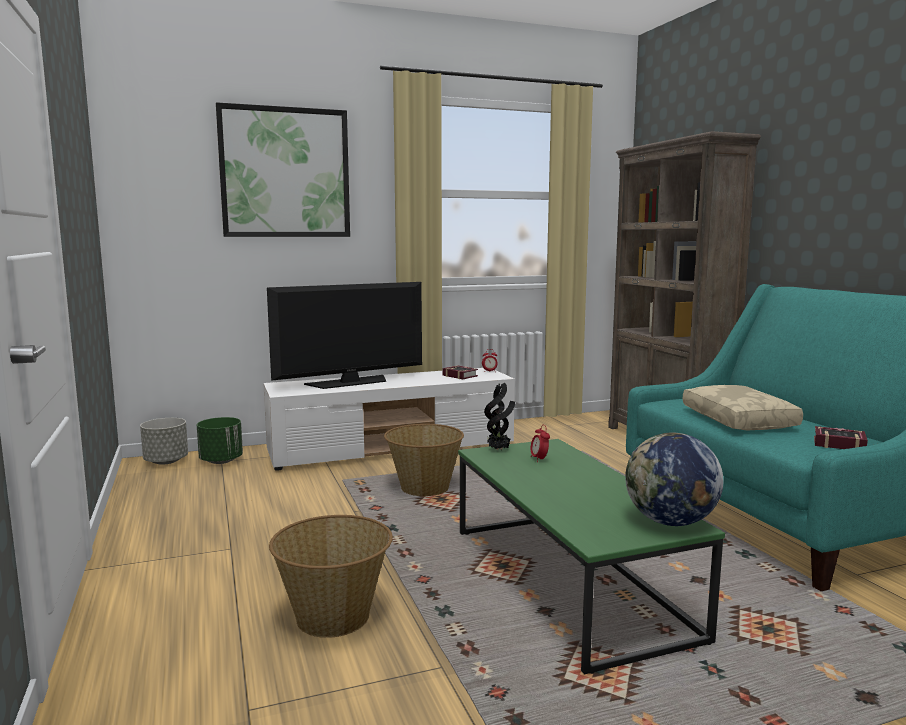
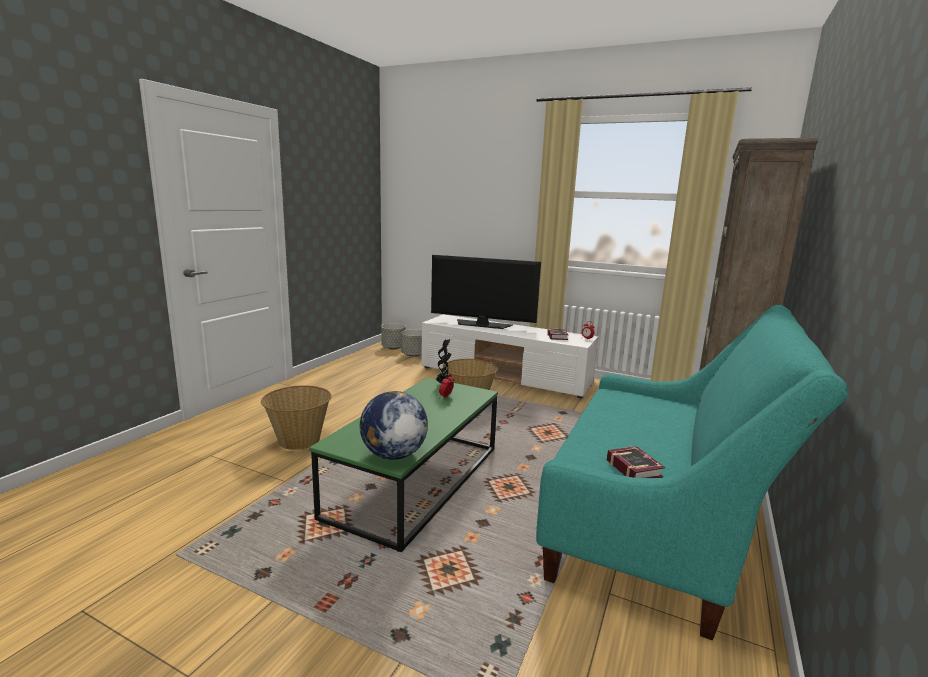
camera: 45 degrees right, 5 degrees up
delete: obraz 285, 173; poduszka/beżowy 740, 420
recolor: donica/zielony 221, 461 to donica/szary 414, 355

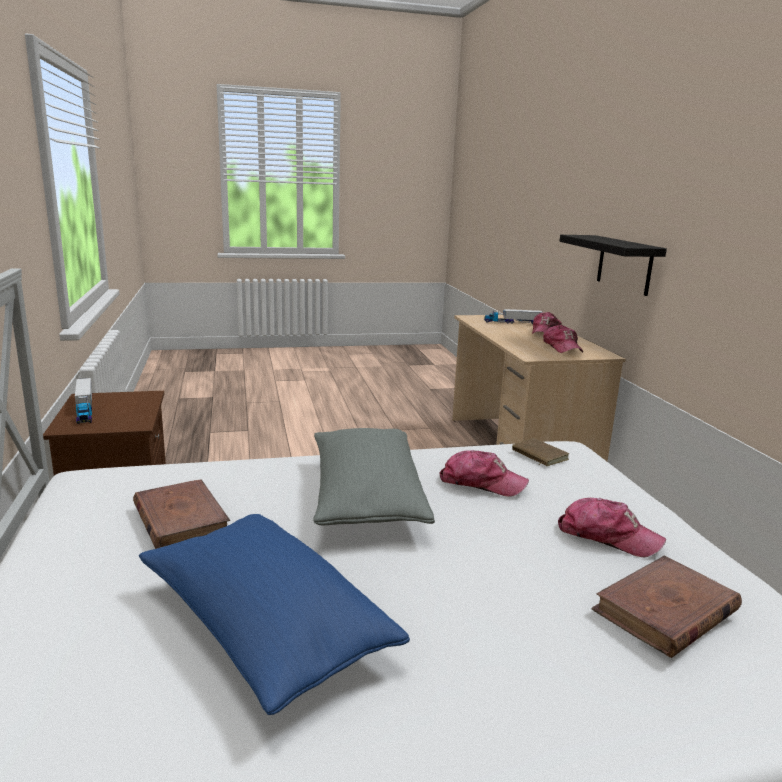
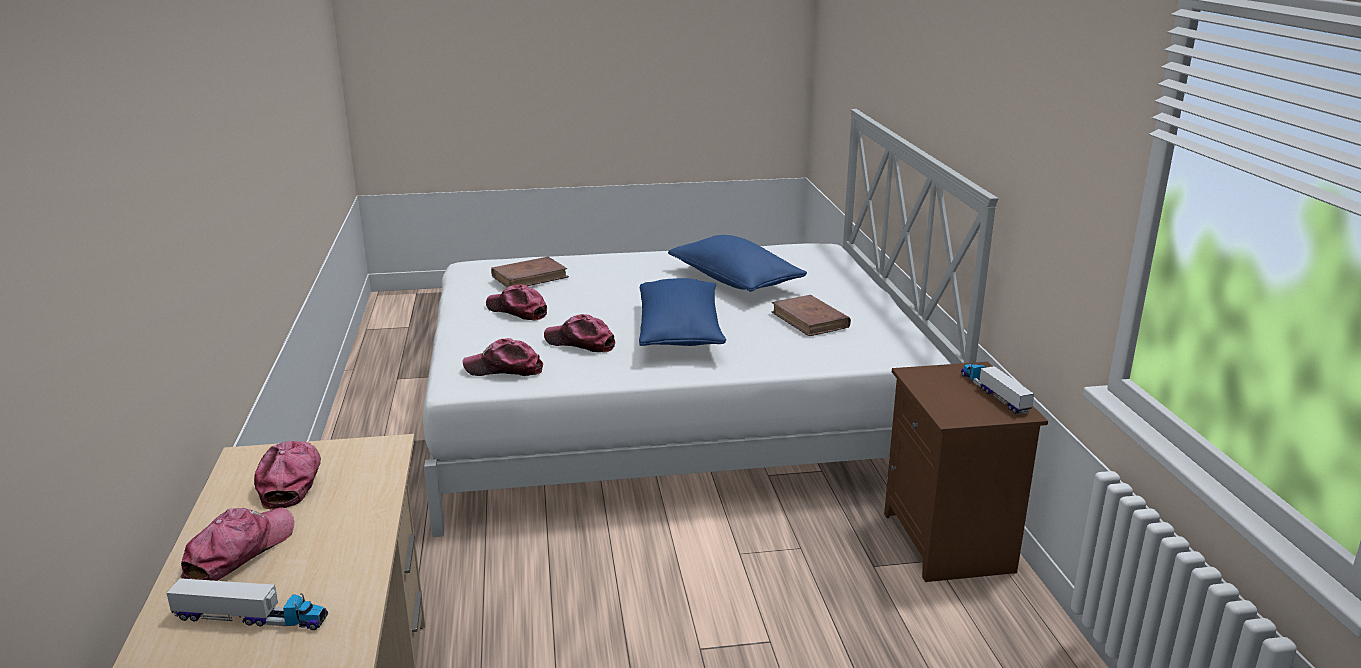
camera: 175 degrees left, 5 degrees up
delete: półka/czarny 624, 264
replace: książka/brązowy 538, 455 to czapka z daszkiem 504, 369
recolor: poduszka/szary 366, 498 to poduszka/niebieski 680, 333

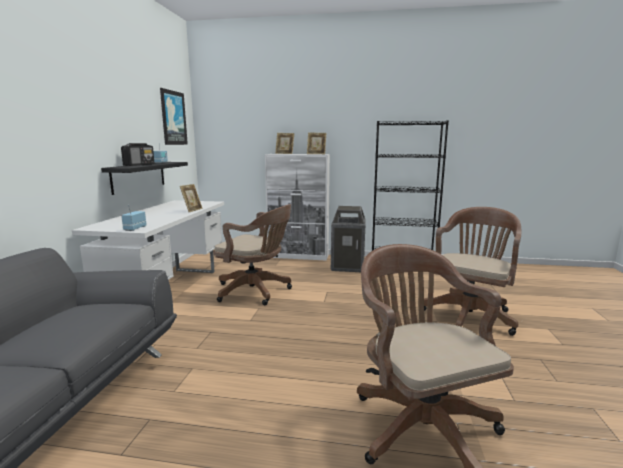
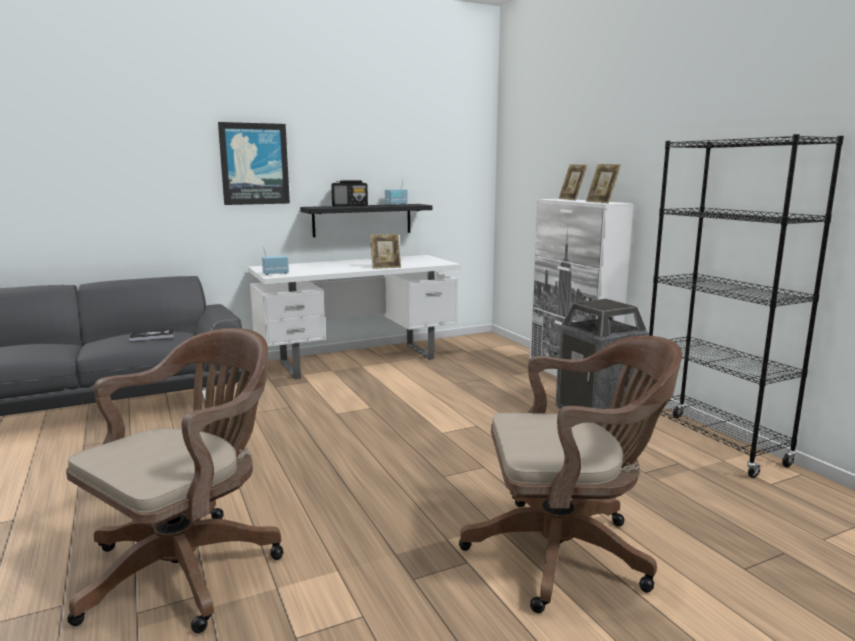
camera: 55 degrees right, 0 degrees up
delete: krzesło biurowe/brązowy 256, 291
insert: książka 152, 336
move: obraz 173, 118 to 254, 164

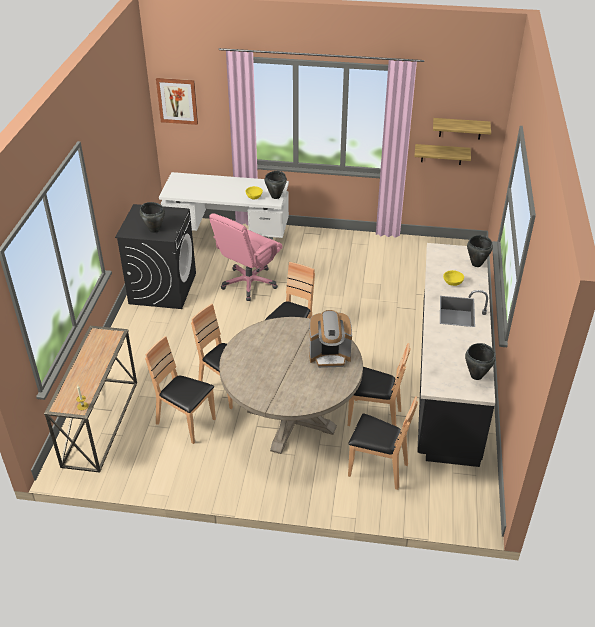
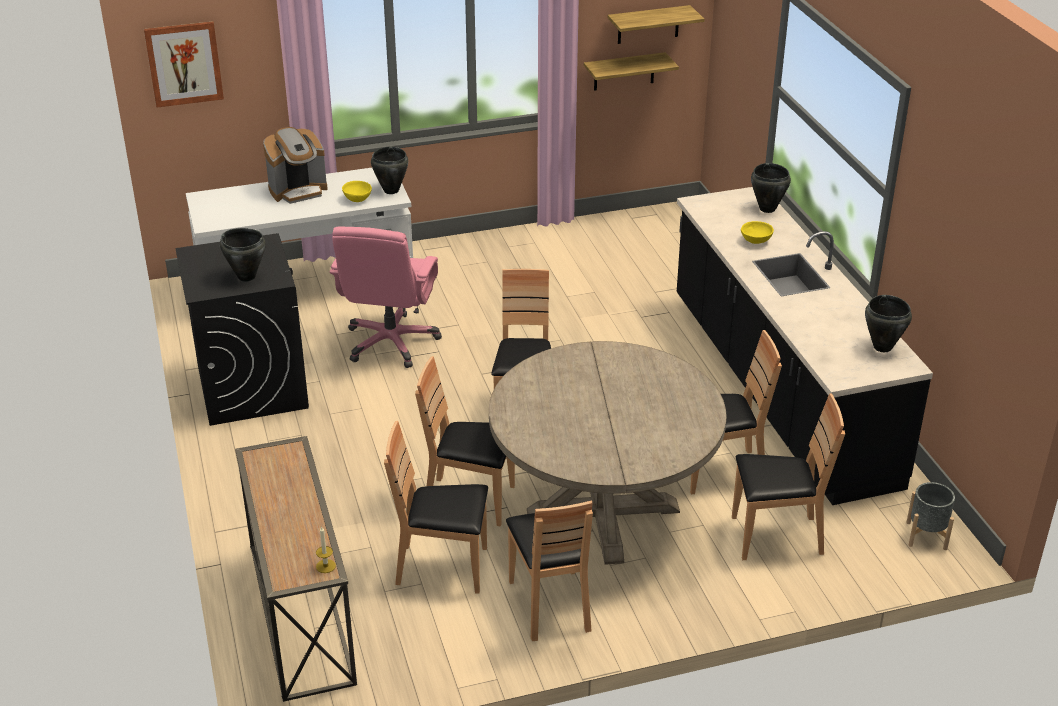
camera: 25 degrees left, 5 degrees down
insert: donica/szary 926, 535; krzesło/brązowy 551, 604
move: ekspres do kawy 329, 355 to 298, 190

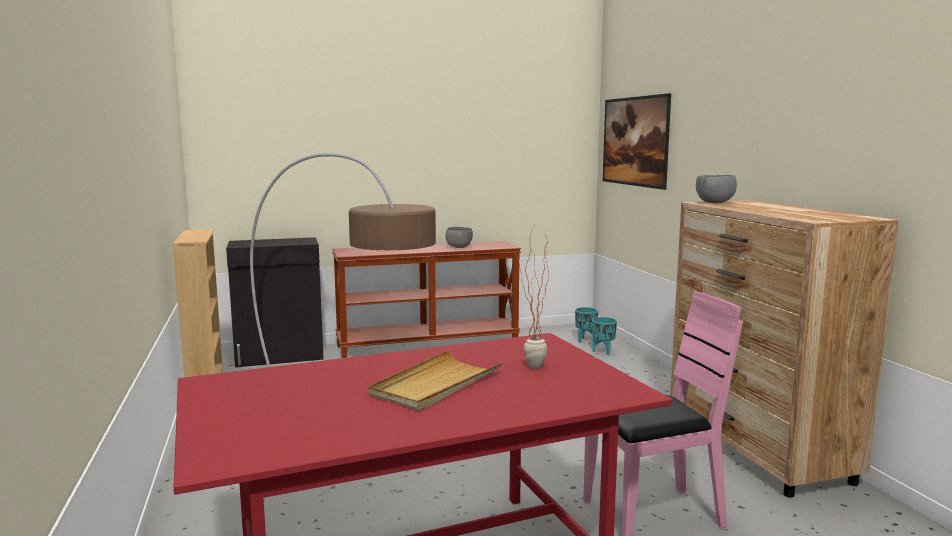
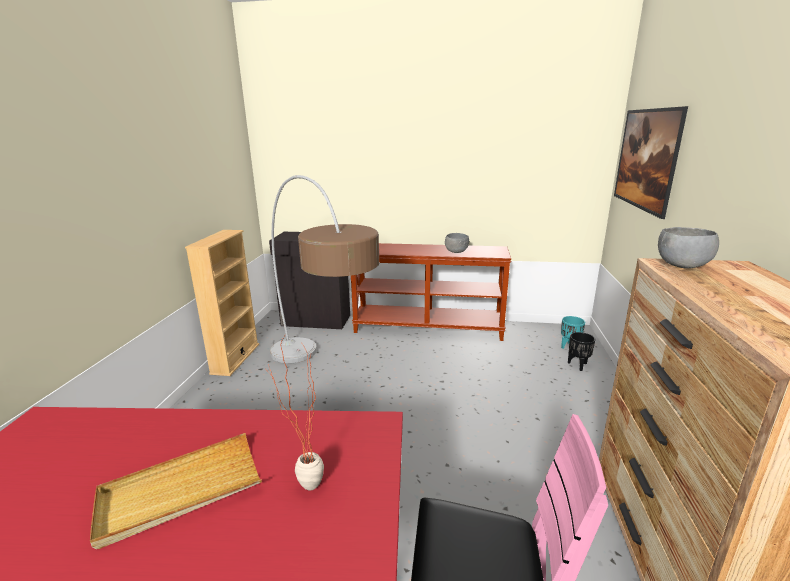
camera: 25 degrees right, 10 degrees up
recolor: donica/turkusowy 603, 352 to donica/czarny 578, 365

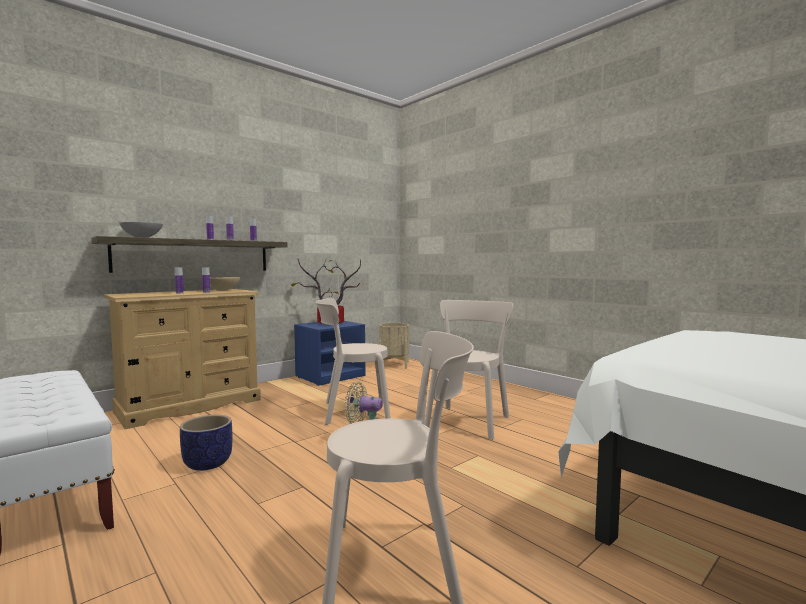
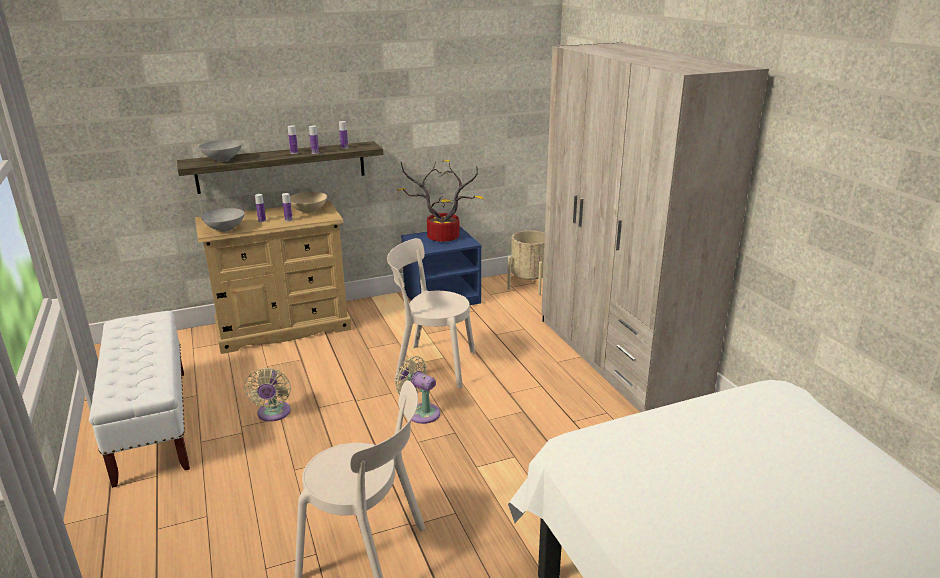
camera: 20 degrees right, 20 degrees up
delete: krzesło/beżowy 469, 420
insert: szafa/beżowy 618, 357; miska/szary 225, 229
replace: donica 208, 463 to wentylator/beżowy 273, 414

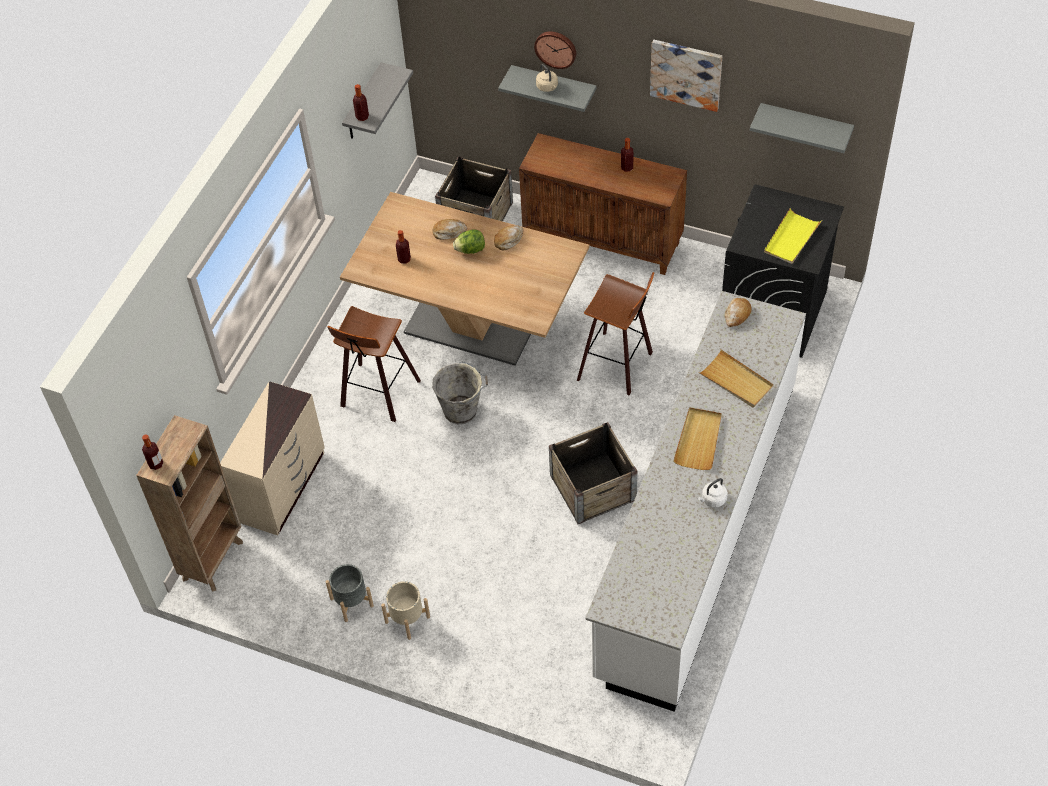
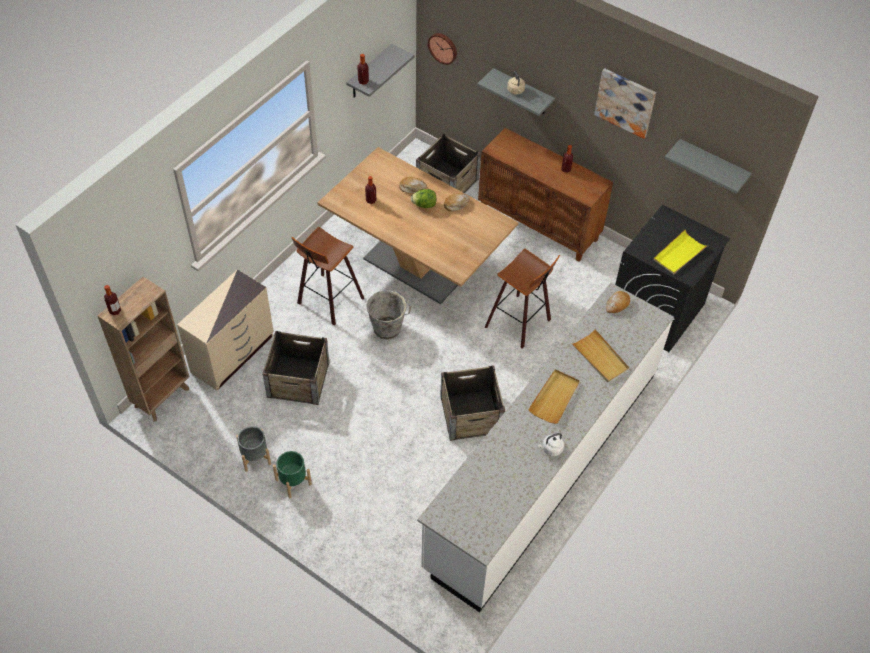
camera: 10 degrees right, 0 degrees up
insert: skrzynka 298, 379
move: zegar ścienny 556, 48 to 443, 47
recolor: donica/beżowy 407, 619 to donica/zielony 293, 482

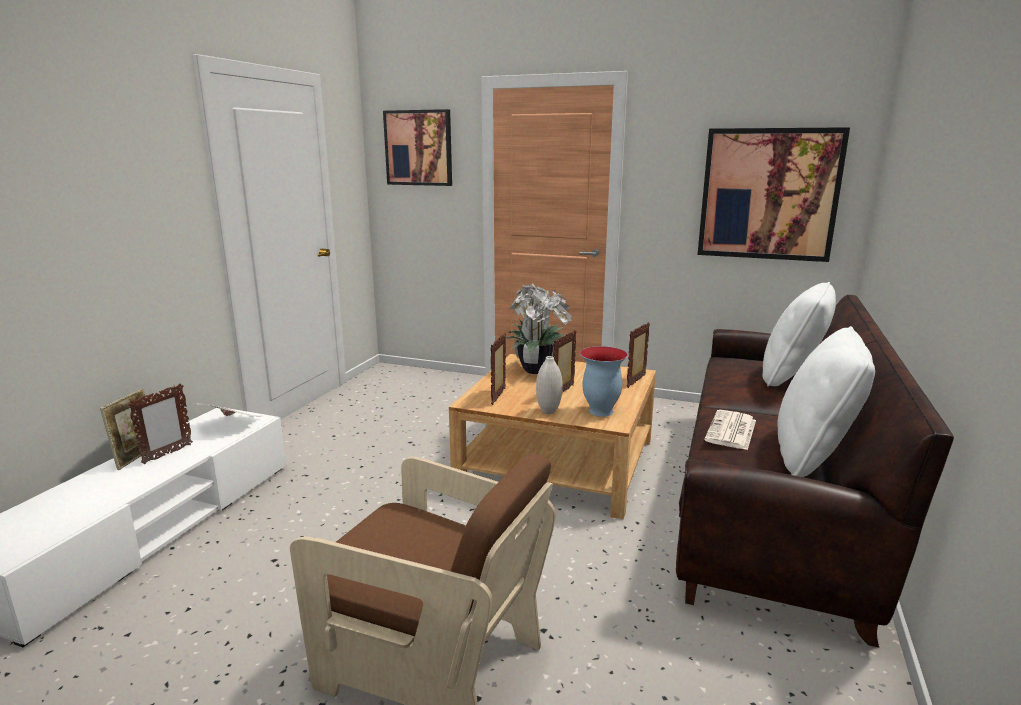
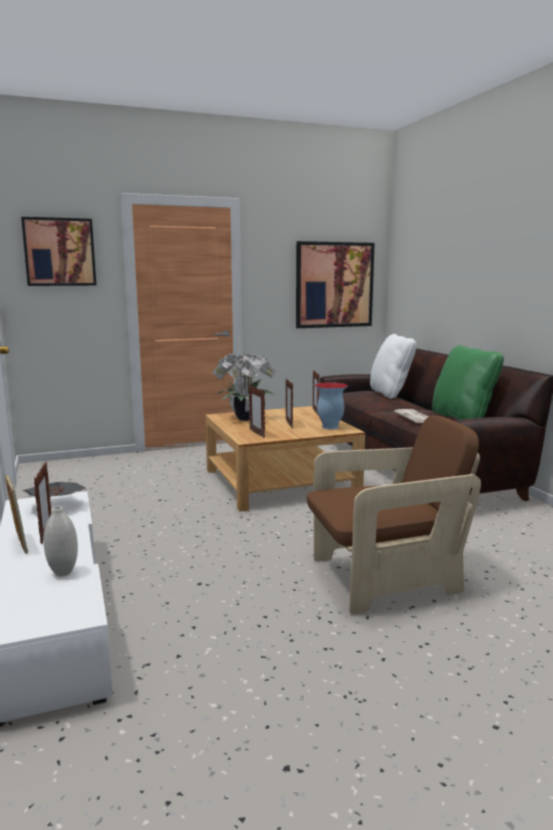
camera: 40 degrees left, 5 degrees down
move: wazon/biały 548, 411 to 63, 572
recolor: poduszka/biały 813, 455 to poduszka/zielony 463, 418

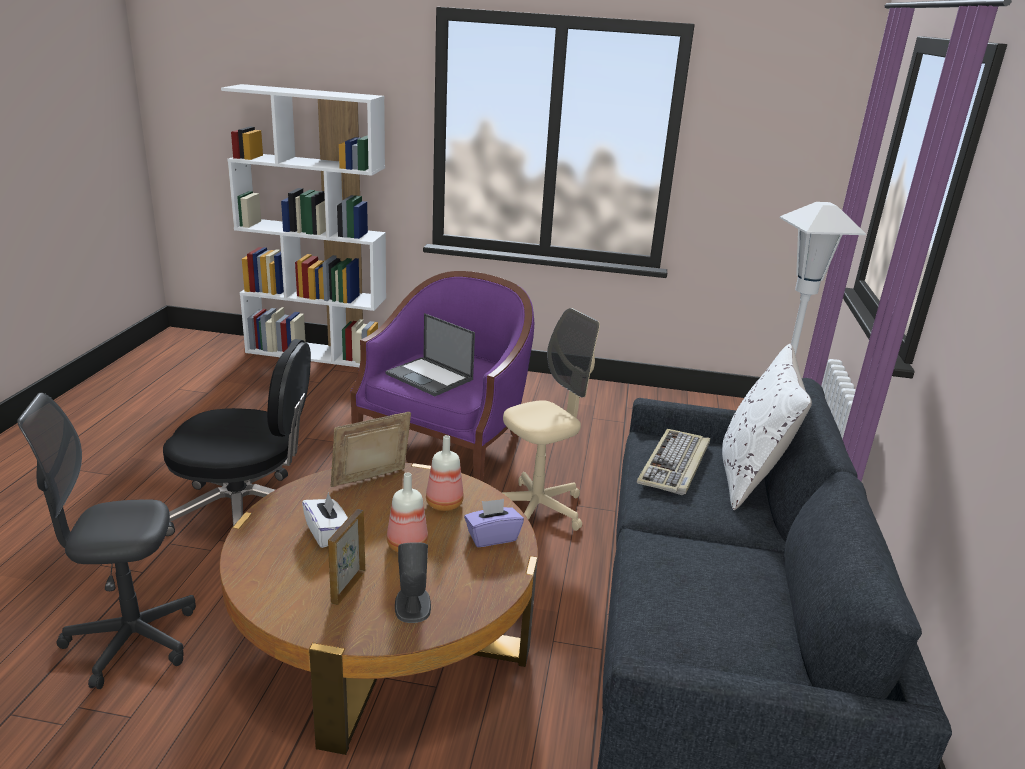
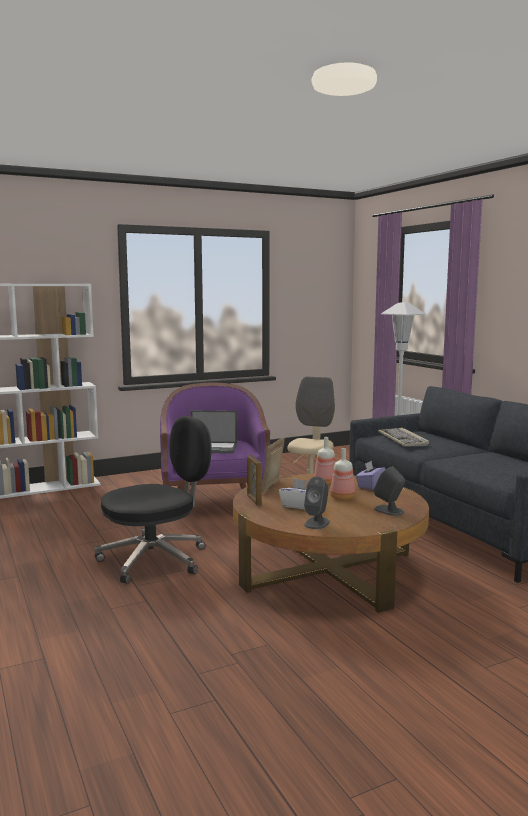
camera: 35 degrees left, 15 degrees down
delete: poduszka/biały 751, 476; krzesło biurowe/szary 131, 640
insert: głośnik/szary 317, 523
move: ramka na zdjęcie 347, 587 to 254, 500

